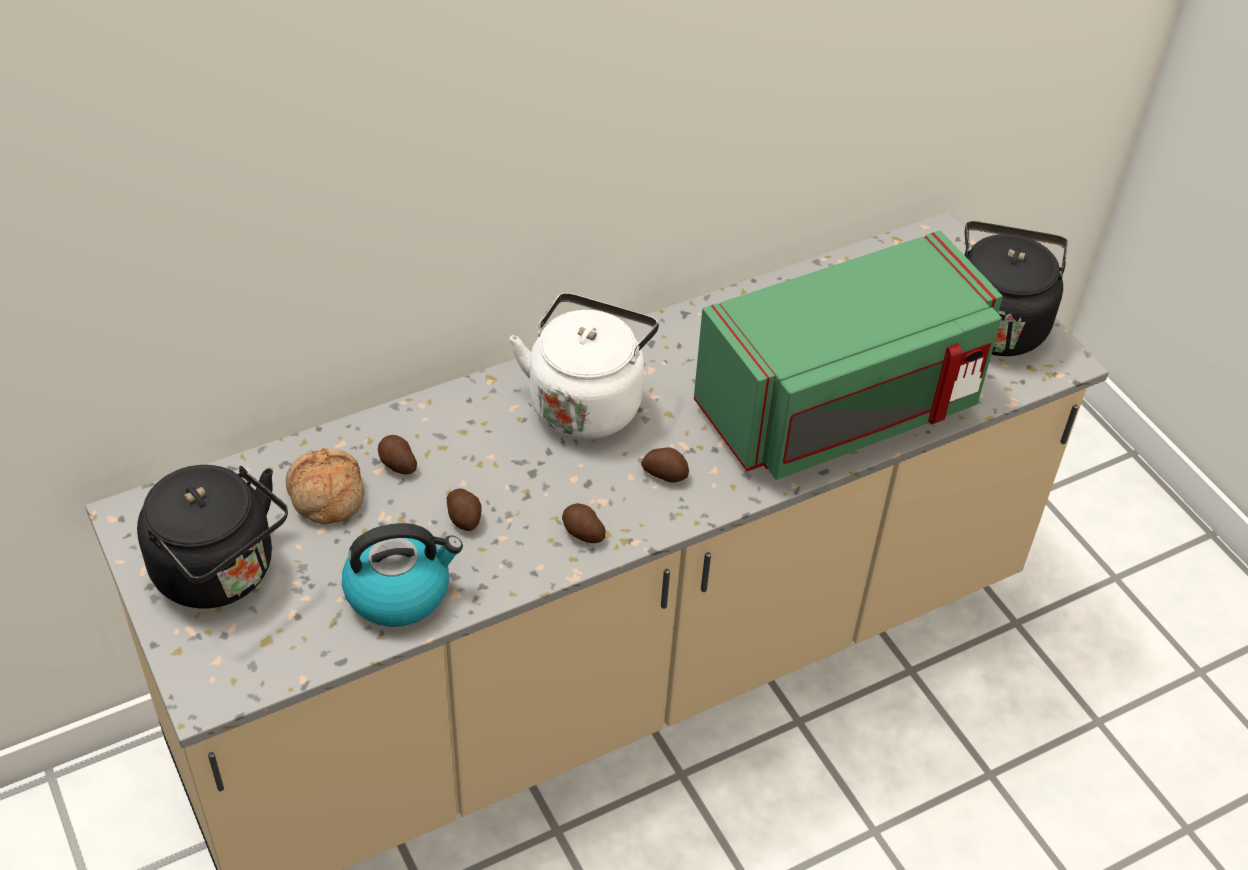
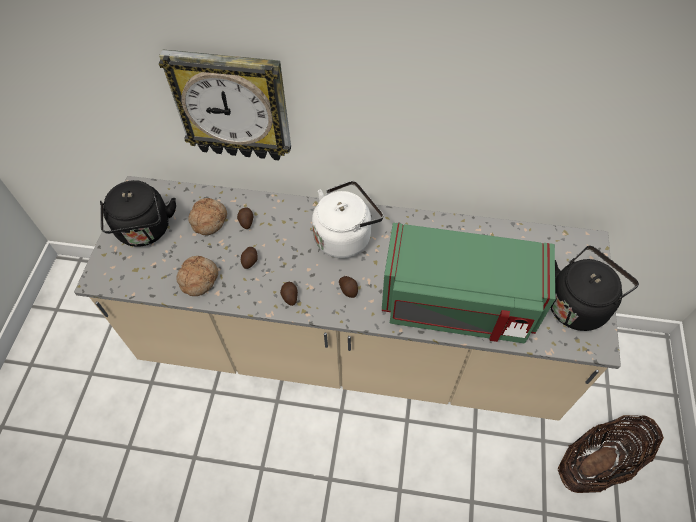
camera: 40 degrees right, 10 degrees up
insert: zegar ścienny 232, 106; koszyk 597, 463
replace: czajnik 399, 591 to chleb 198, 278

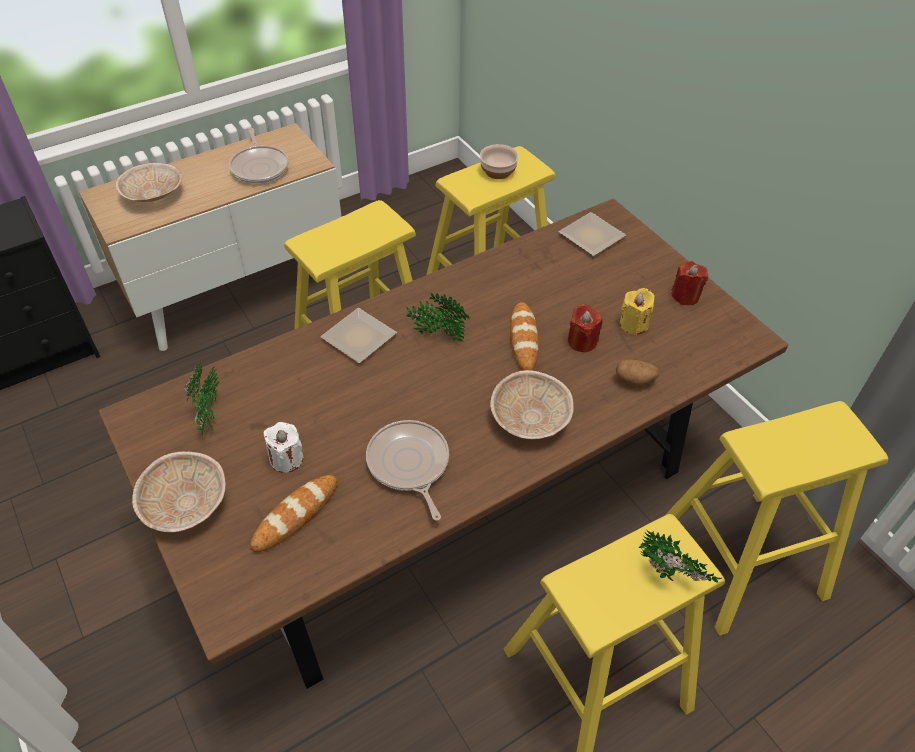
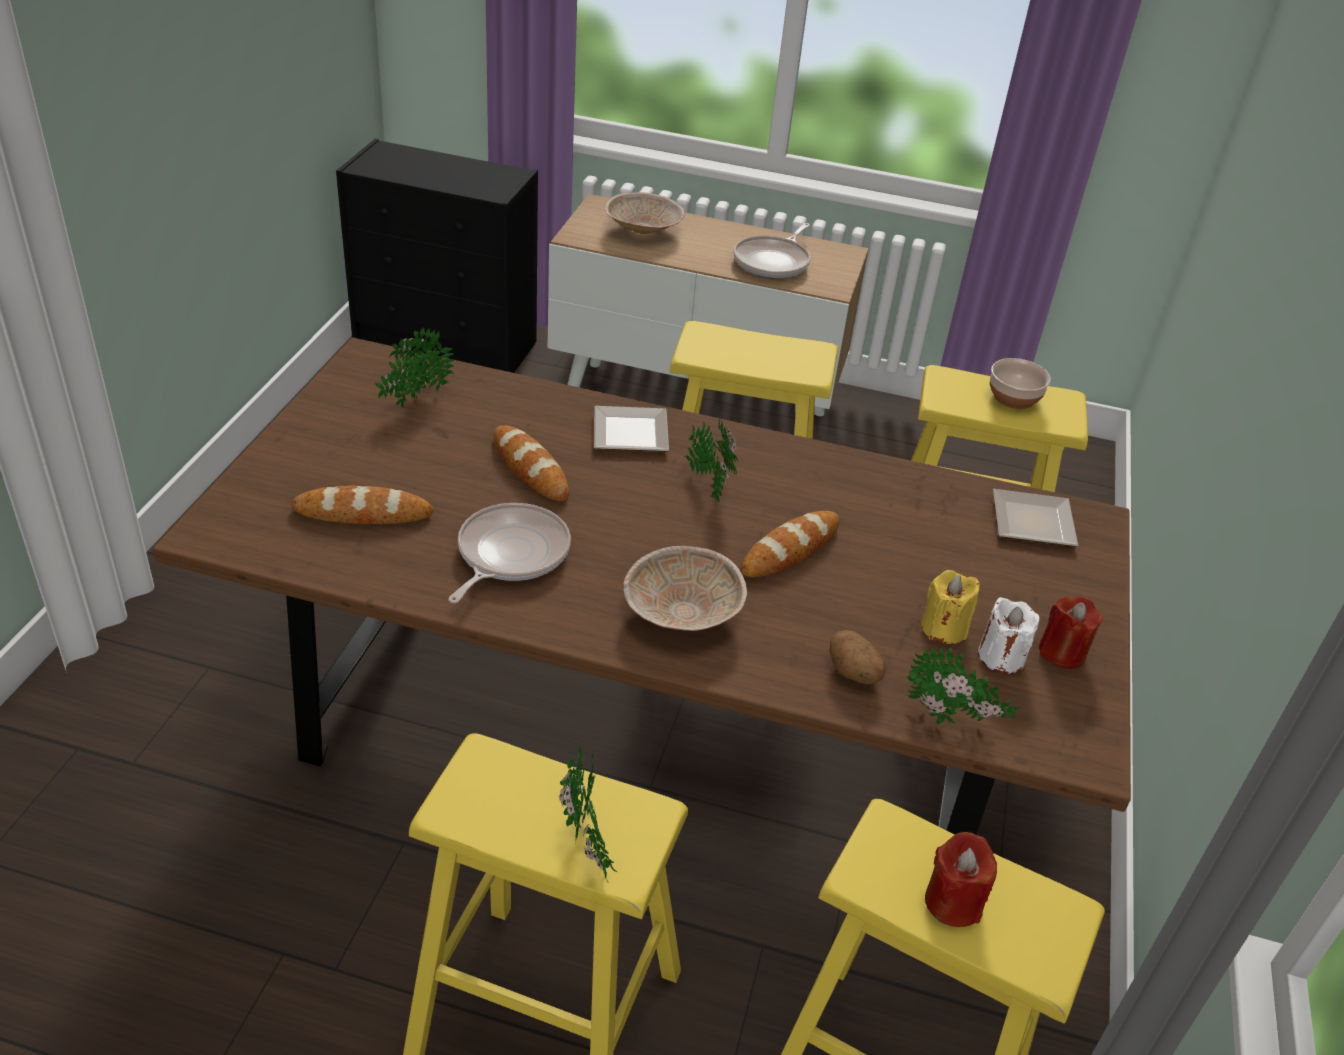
camera: 45 degrees right, 10 degrees down
delete: miska/beżowy 185, 504
insert: chleb 530, 468; roślina doniczkowa 950, 723
move: świeca/czerwony 582, 341 to 953, 902; świeca/biały 286, 459 to 1001, 656

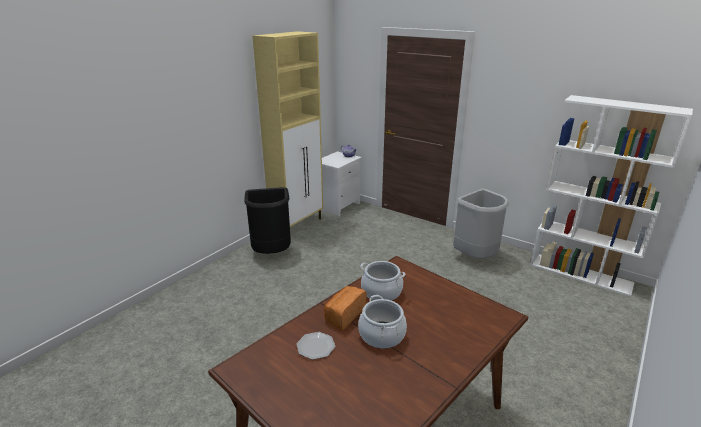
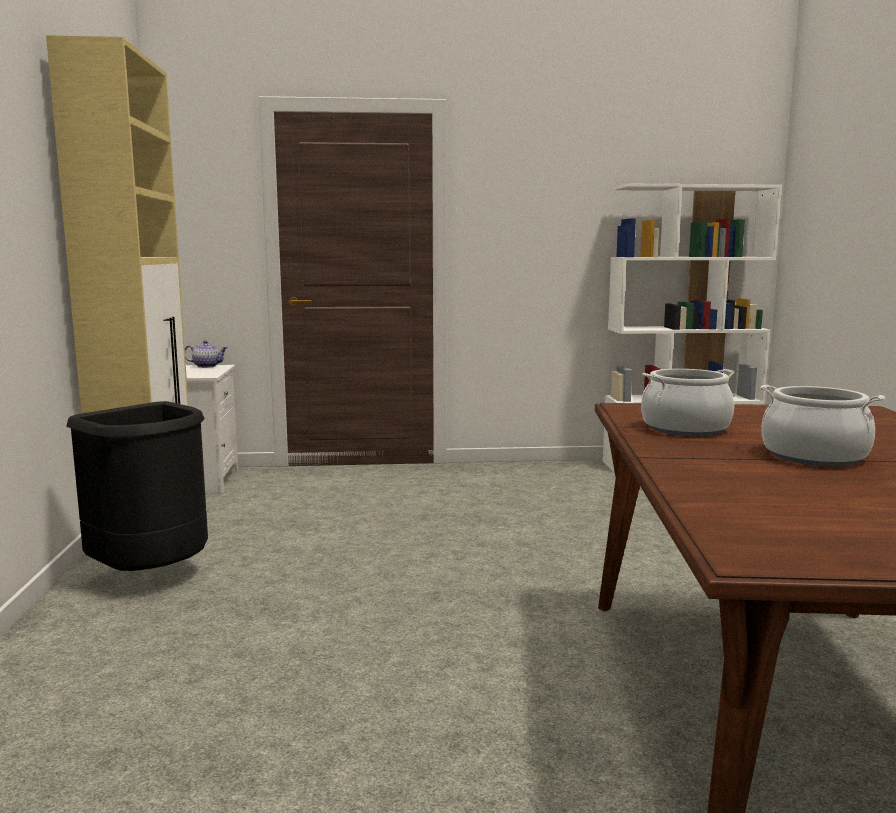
camera: 40 degrees left, 15 degrees down
delete: kosz na śmieci/szary 476, 257; chleb 344, 315; talerz 316, 346

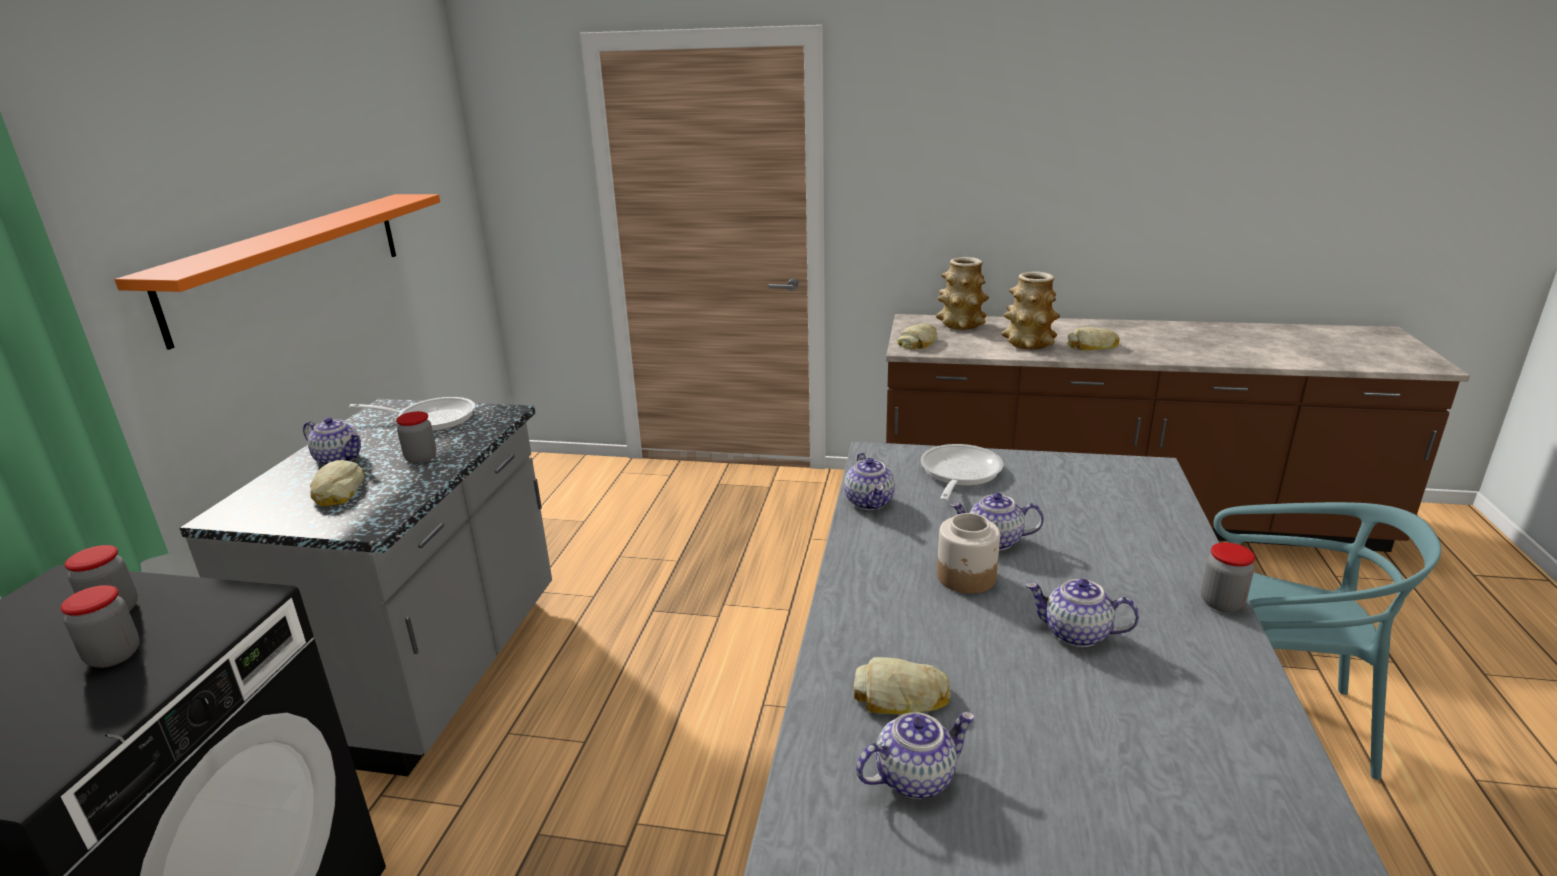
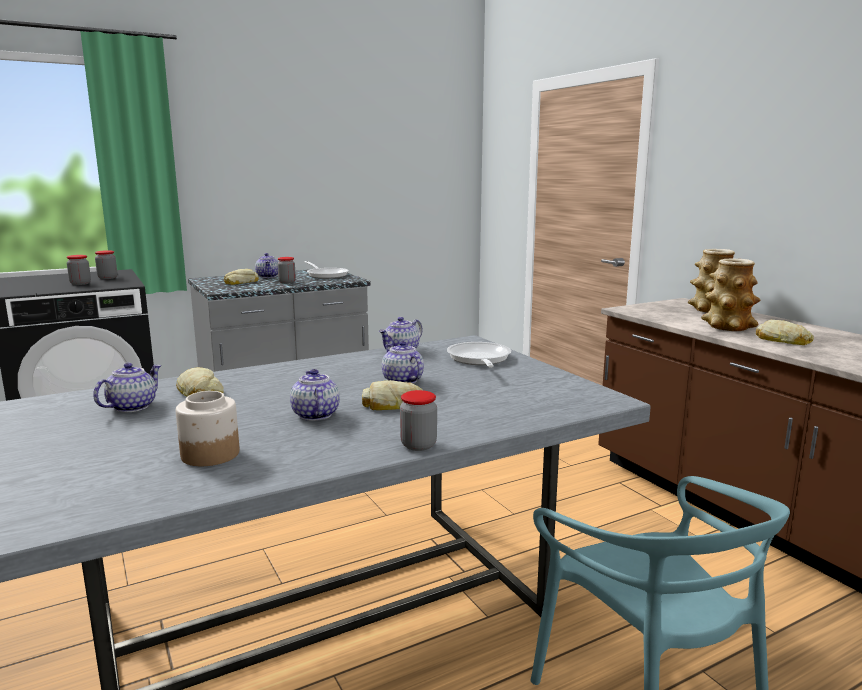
camera: 50 degrees right, 10 degrees down
delete: półka/pomarańczowy 291, 261
move: chleb 919, 342 to 394, 404; słoik 966, 577 to 209, 455
rotate: patelnia 958, 474 = 479, 360 75 degrees counterclockwise; imbryk 914, 777 = 132, 406 90 degrees counterclockwise

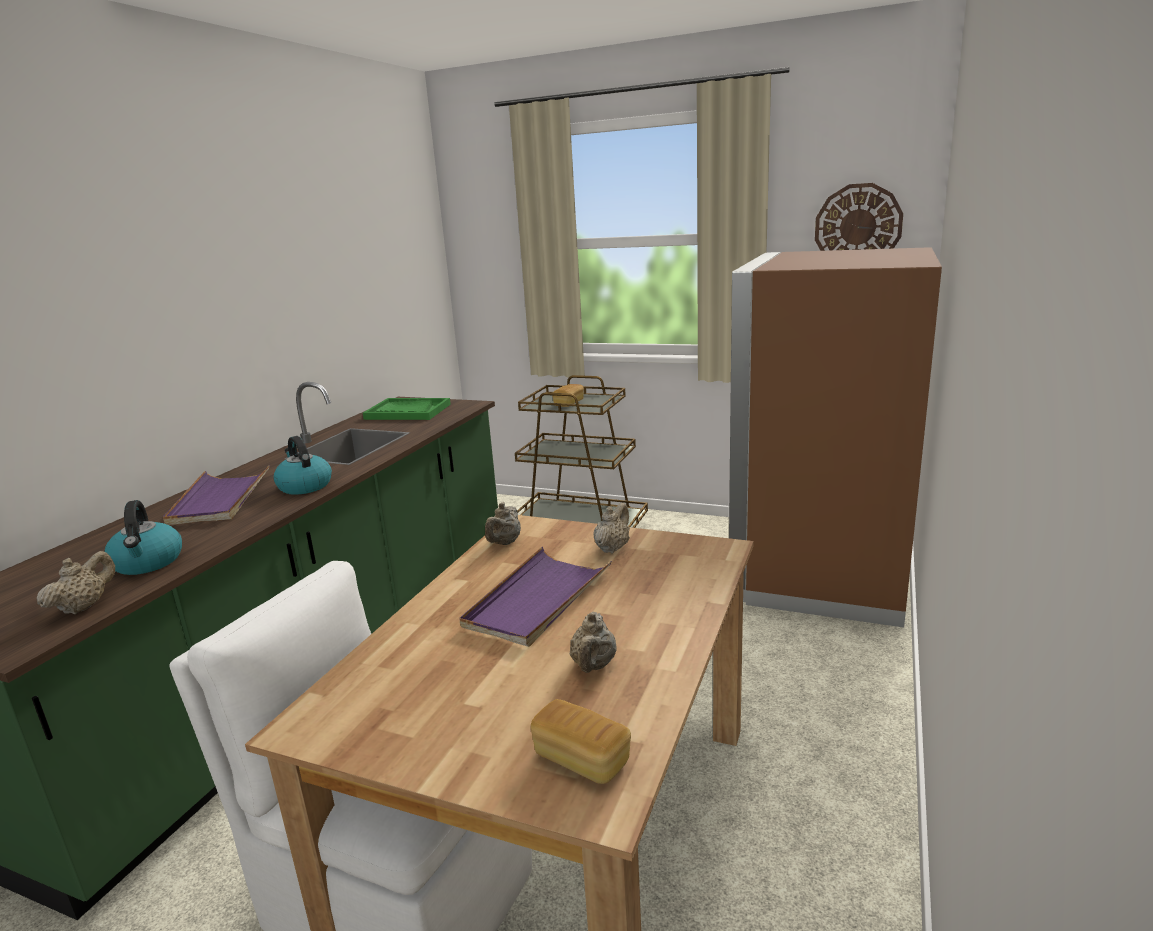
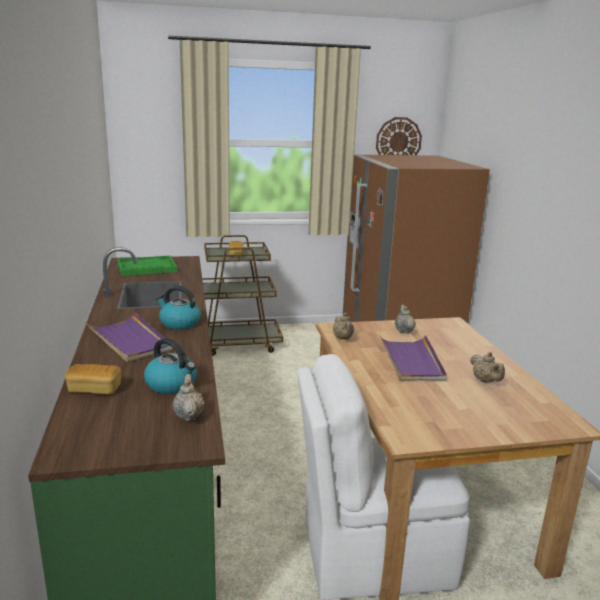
camera: 35 degrees left, 0 degrees up
move: chleb 581, 759 to 94, 389

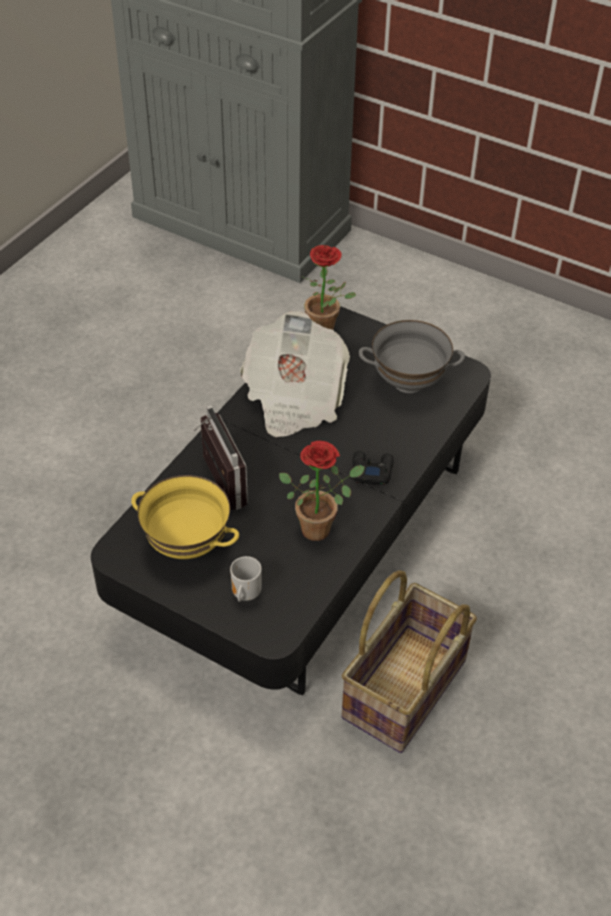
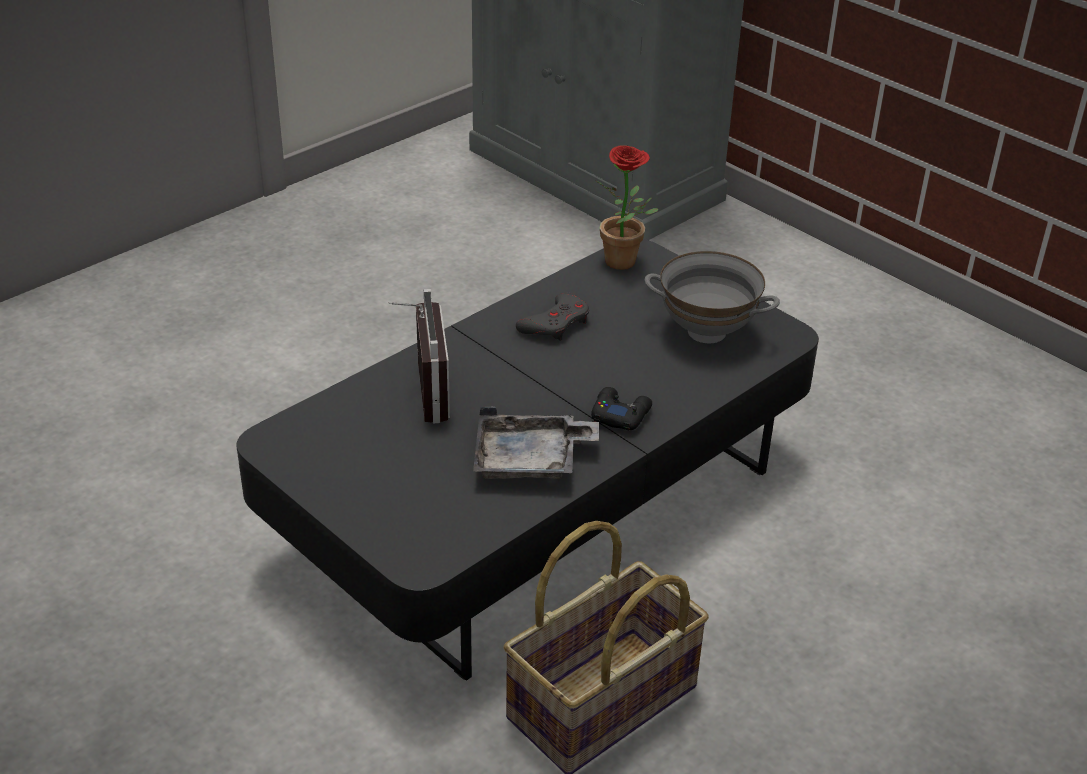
camera: 15 degrees right, 10 degrees down
delete: miska/żółty 188, 545; kubek 244, 594
replace: gazeta 294, 398 to pad do gier/szary 556, 323; roślina doniczkowa 320, 526 to taca/szary 530, 460

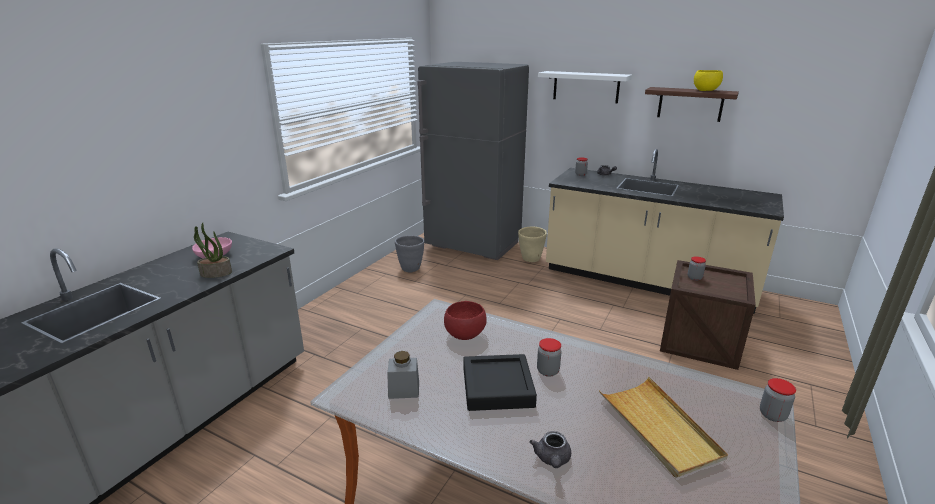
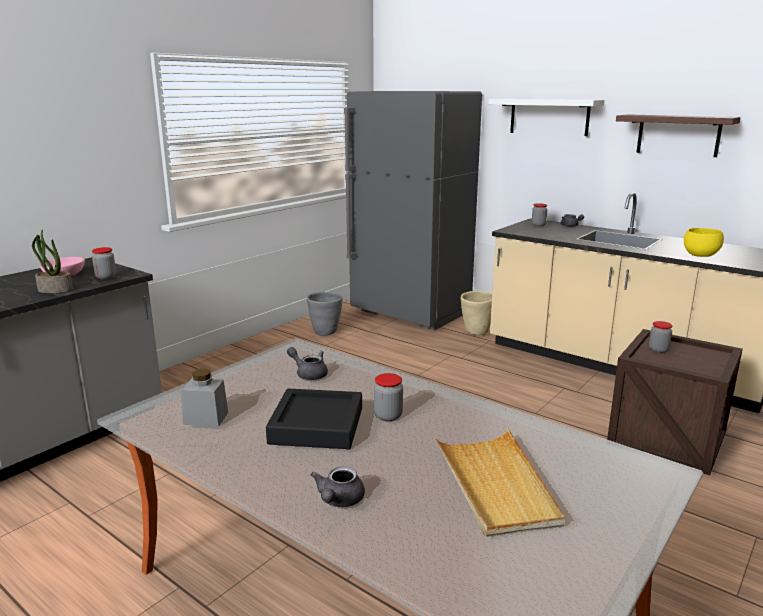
camera: 10 degrees right, 5 degrees down
move: miska/żółty 706, 90 to 700, 255; słoik 772, 415 to 106, 277
replace: miska/czerwony 464, 335 to imbryk/szary 309, 374

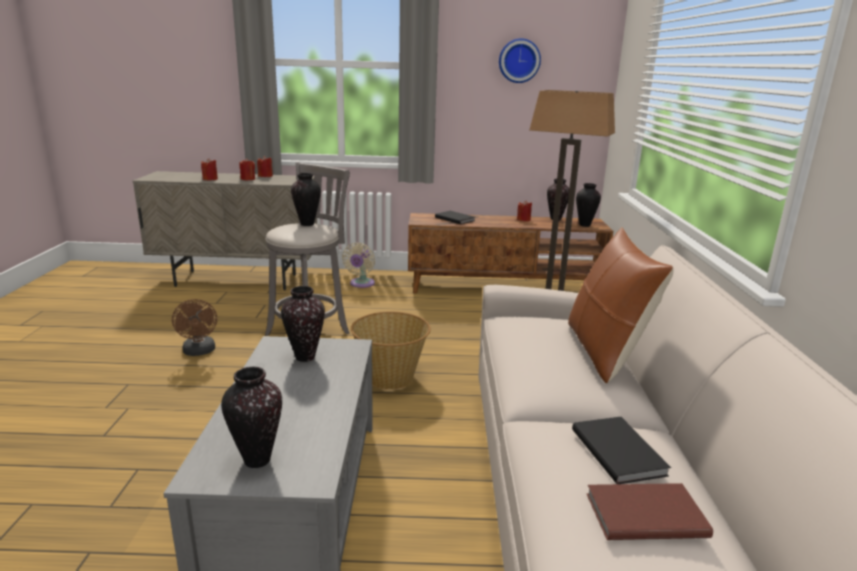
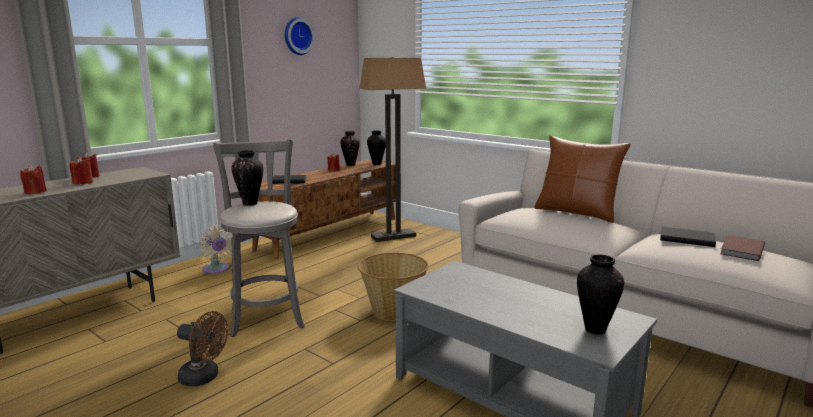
camera: 50 degrees left, 5 degrees down
delete: wazon 306, 357

